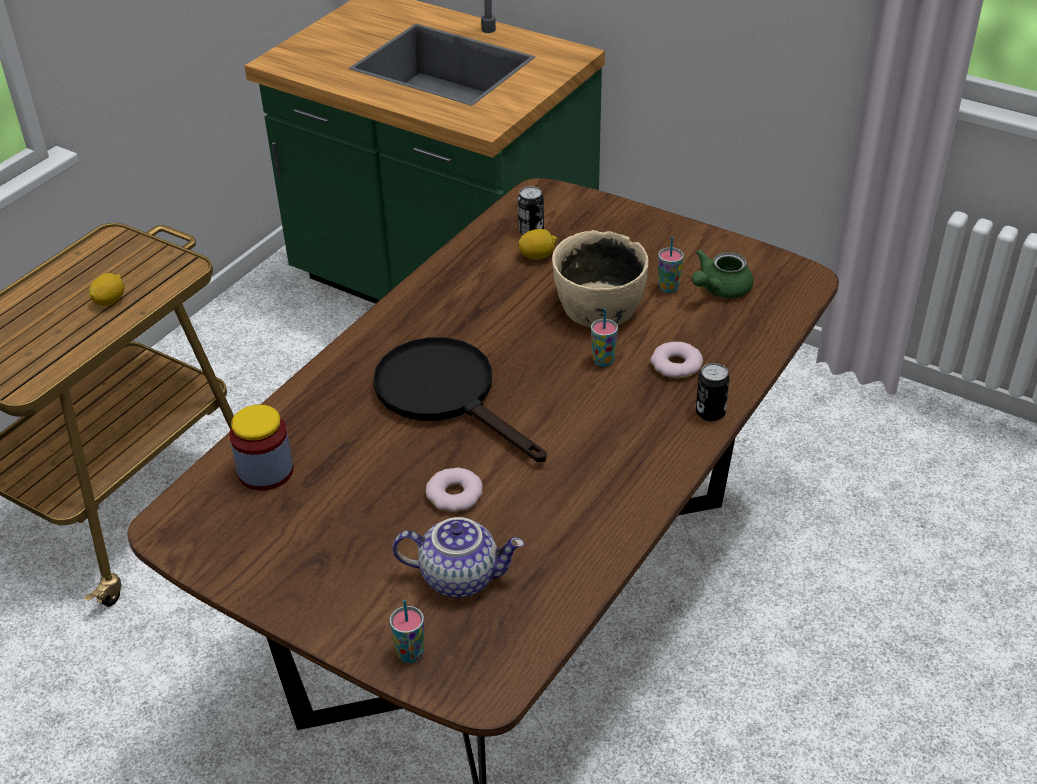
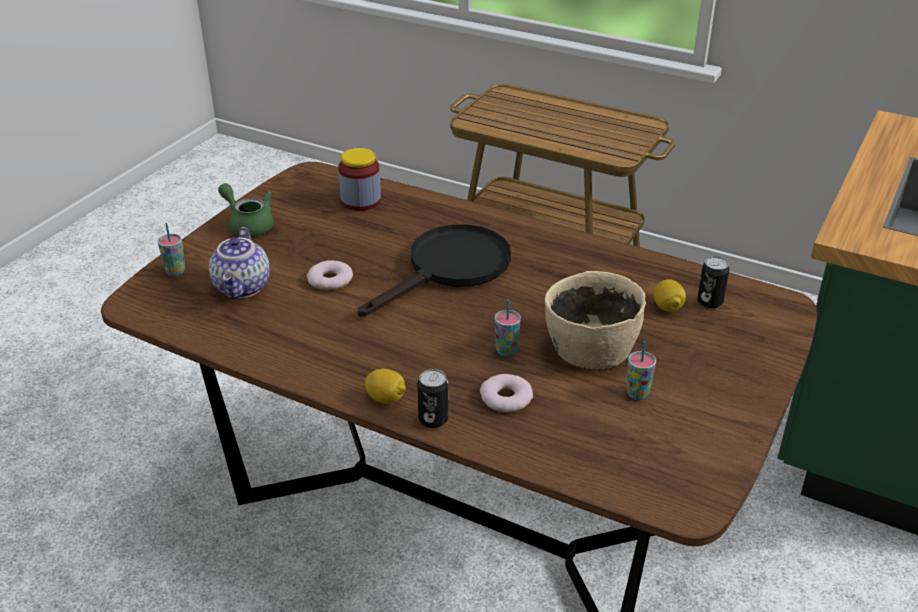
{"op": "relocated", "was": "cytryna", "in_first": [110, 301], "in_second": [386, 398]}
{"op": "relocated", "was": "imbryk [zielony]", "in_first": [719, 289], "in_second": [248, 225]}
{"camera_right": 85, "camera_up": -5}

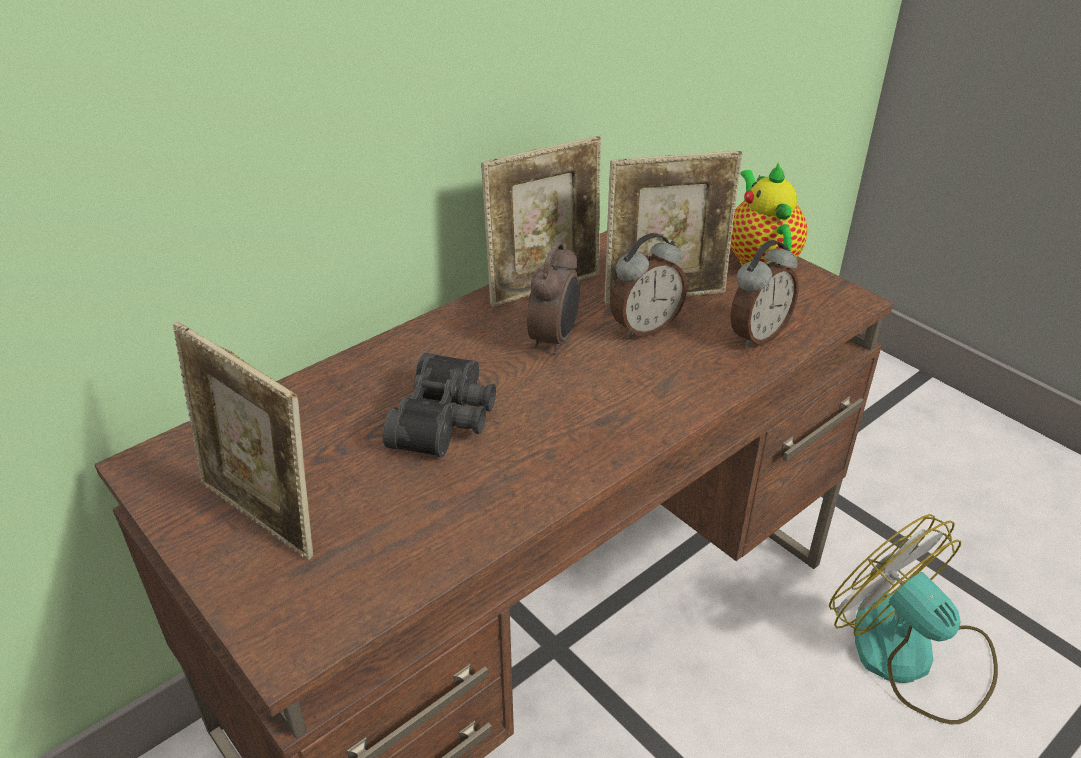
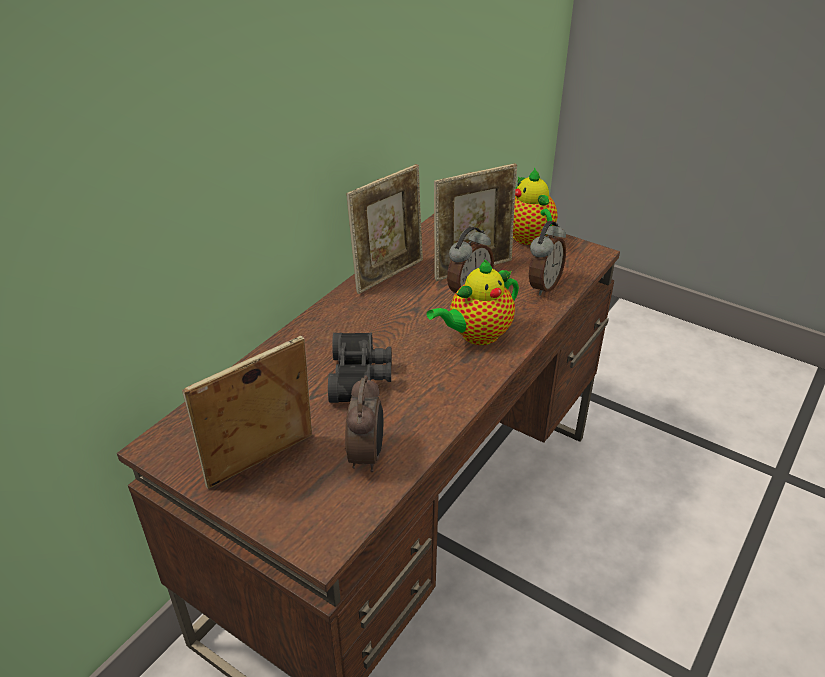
{"op": "spun", "was": "ramka na zdjęcie", "in_first": [263, 516], "in_second": [262, 464], "clockwise": 120}
{"op": "relocated", "was": "budzik", "in_first": [554, 339], "in_second": [367, 455]}
{"op": "missing", "was": "wentylator", "in_first": [910, 657]}
{"op": "appeared", "now": "imbryk", "in_second": [476, 335]}
{"camera_right": -15, "camera_up": 0}

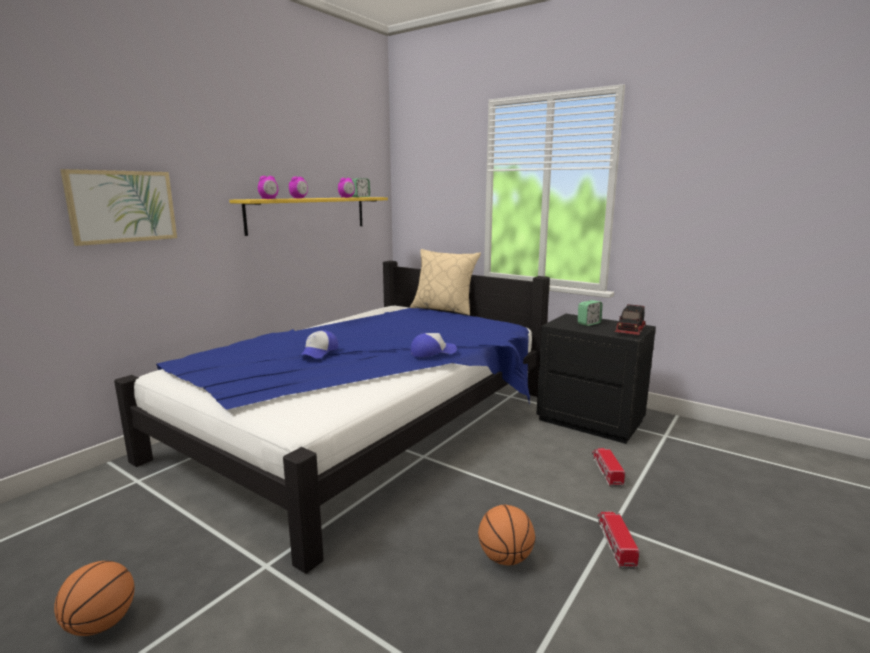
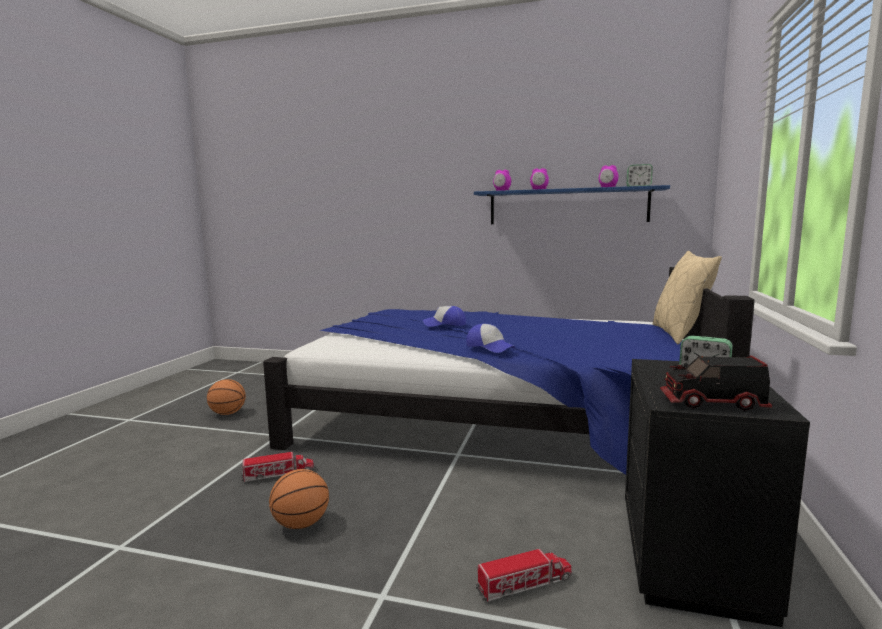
{"op": "missing", "was": "obraz", "in_first": [122, 206]}
{"op": "colour", "was": "półka [żółty]", "now": "półka [niebieski]", "in_first": [309, 214], "in_second": [567, 206]}
{"op": "relocated", "was": "ciężarówka zabawkowa", "in_first": [615, 543], "in_second": [278, 474]}
{"camera_right": 70, "camera_up": -5}

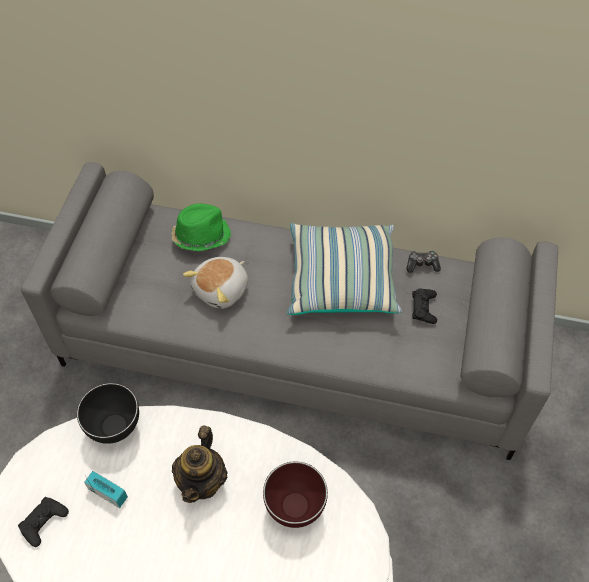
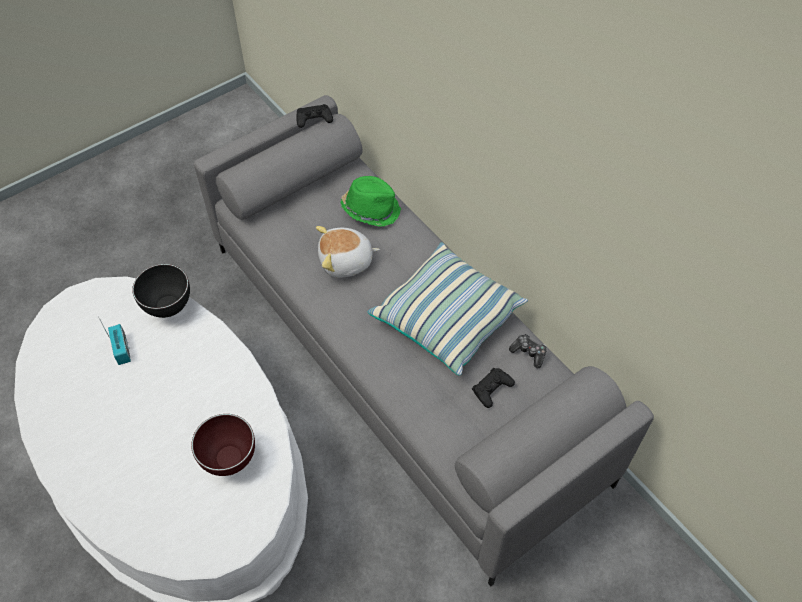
{"op": "relocated", "was": "pad do gier [czarny]", "in_first": [44, 522], "in_second": [314, 118]}
{"op": "missing", "was": "imbryk", "in_first": [203, 481]}
{"camera_right": 40, "camera_up": 0}

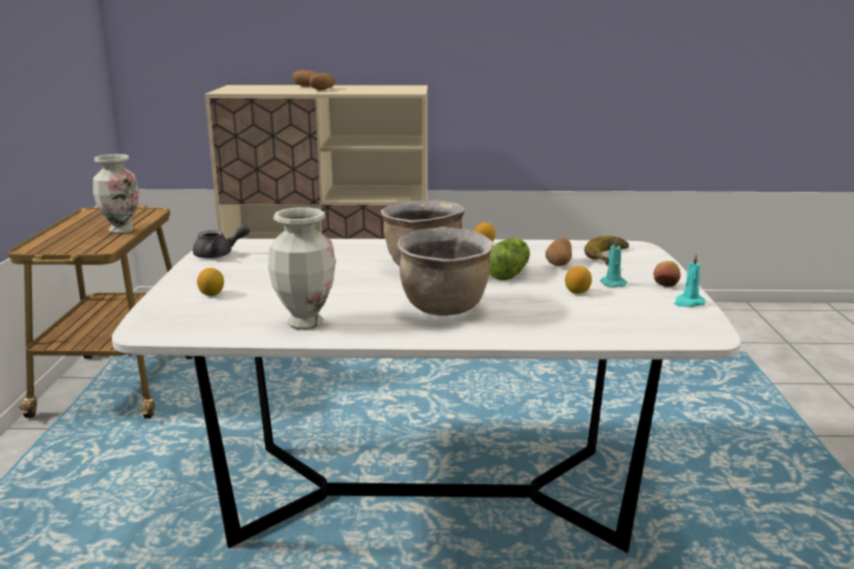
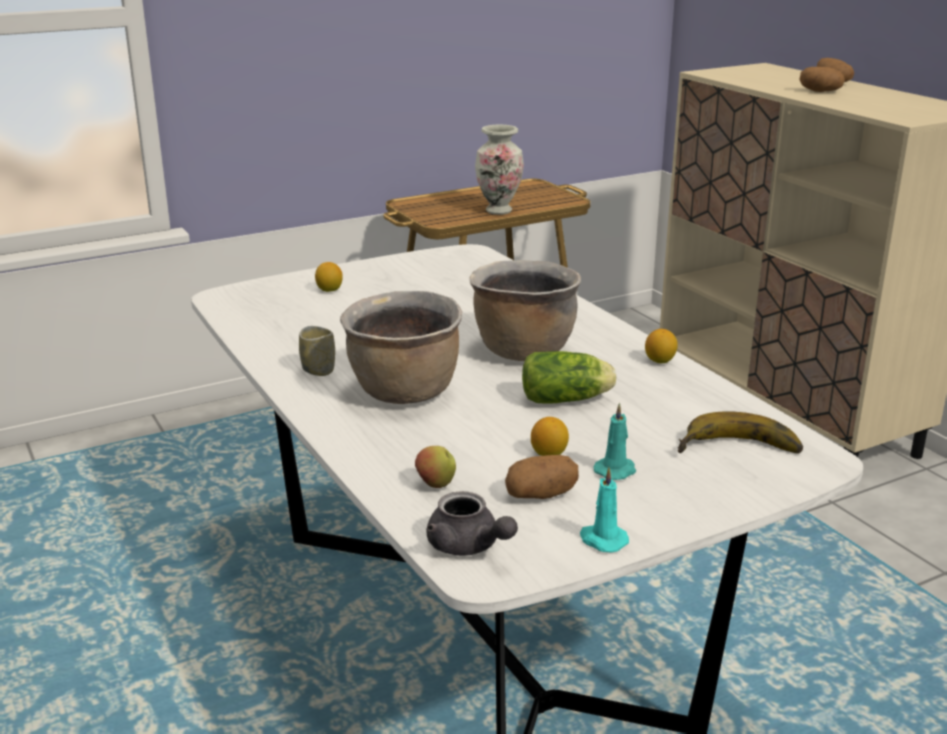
{"op": "relocated", "was": "imbryk [szary]", "in_first": [219, 255], "in_second": [468, 546]}
{"op": "missing", "was": "wazon", "in_first": [305, 323]}
{"op": "relocated", "was": "ziemniak", "in_first": [559, 264], "in_second": [541, 495]}
{"op": "relocated", "was": "jabłko", "in_first": [665, 286], "in_second": [435, 485]}
{"op": "appeared", "now": "filiżanka", "in_second": [318, 370]}
{"camera_right": 60, "camera_up": 5}

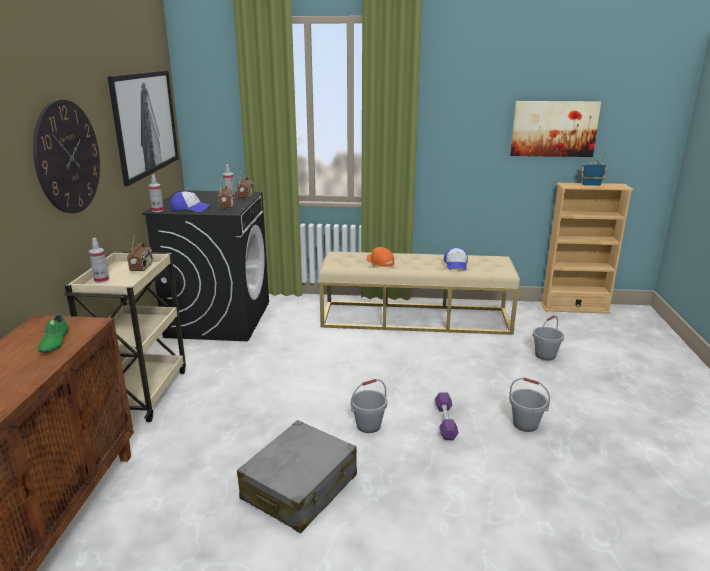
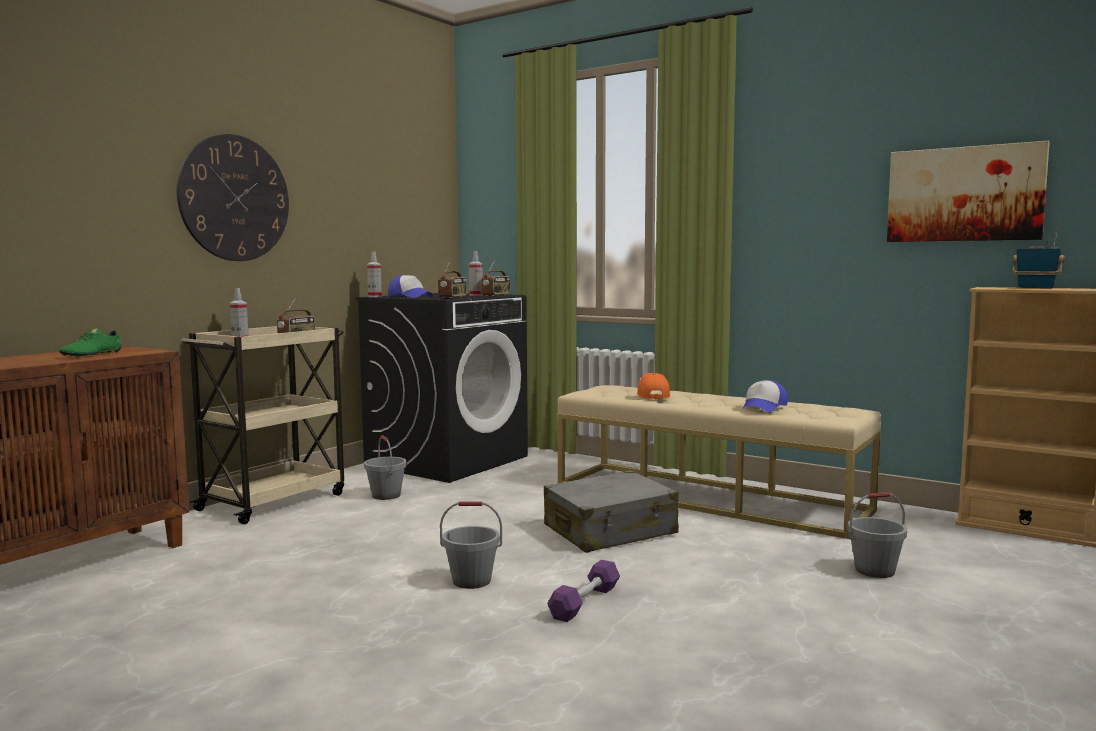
{"op": "missing", "was": "obraz", "in_first": [144, 123]}
{"op": "relocated", "was": "walizka [szary]", "in_first": [300, 488], "in_second": [610, 530]}
{"op": "relocated", "was": "wiadro [szary]", "in_first": [525, 424], "in_second": [386, 495]}
{"camera_right": 30, "camera_up": -15}

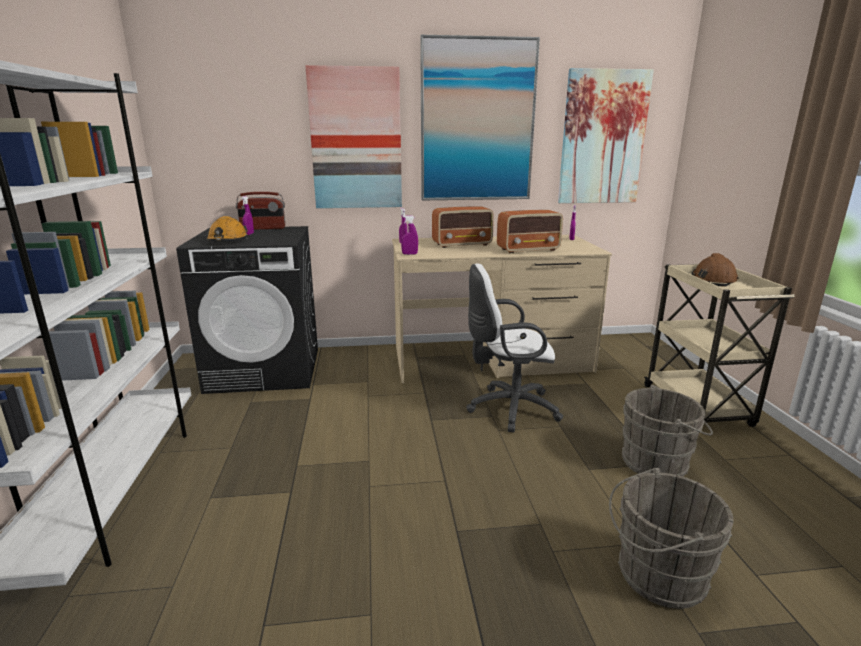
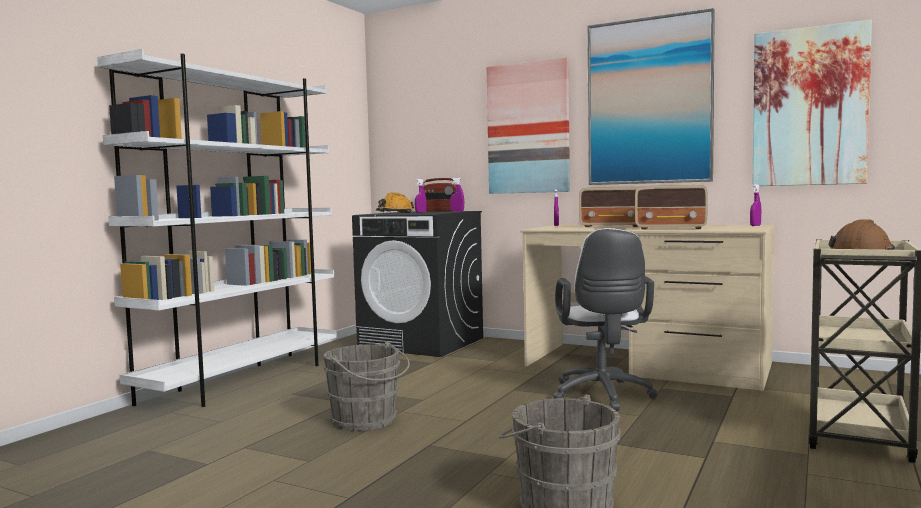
{"op": "relocated", "was": "spryskiwacz [fioletowy]", "in_first": [409, 254], "in_second": [457, 211]}
{"op": "spun", "was": "krzesło biurowe [biały]", "in_first": [508, 409], "in_second": [602, 396], "clockwise": -120}
{"op": "relocated", "was": "wiadro [szary]", "in_first": [658, 463], "in_second": [367, 421]}
{"camera_right": 35, "camera_up": -15}

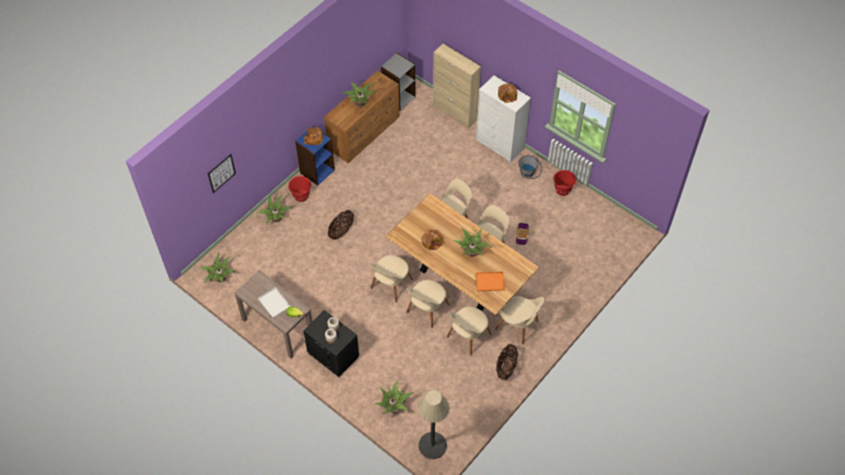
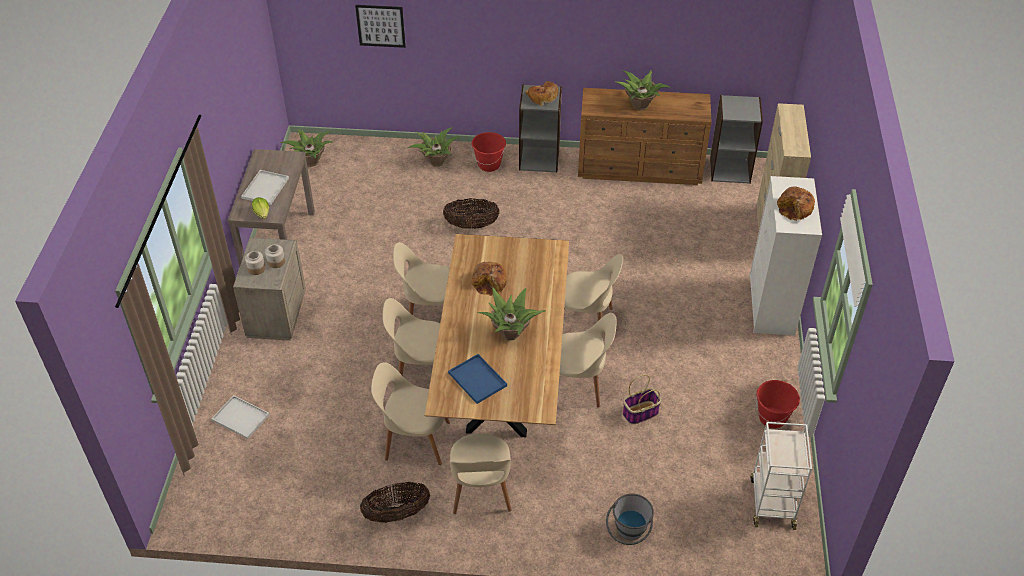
{"op": "colour", "was": "regał [niebieski]", "now": "regał [szary]", "in_first": [317, 171], "in_second": [539, 158]}
{"op": "colour", "was": "szafka nocna [czarny]", "now": "szafka nocna [beżowy]", "in_first": [332, 355], "in_second": [275, 315]}
{"op": "exchanged", "was": "roślina doniczkowa", "now": "taca [biały]", "in_first": [394, 406], "in_second": [239, 417]}
{"op": "missing", "was": "lampa stojąca", "in_first": [432, 445]}
{"op": "colour", "was": "taca [pomarańczowy]", "now": "taca [niebieski]", "in_first": [490, 281], "in_second": [478, 380]}
{"op": "relocated", "was": "wiadro [szary]", "in_first": [528, 175], "in_second": [628, 534]}
{"op": "appeared", "now": "wózek [biały]", "in_second": [772, 502]}
{"camera_right": 55, "camera_up": -10}

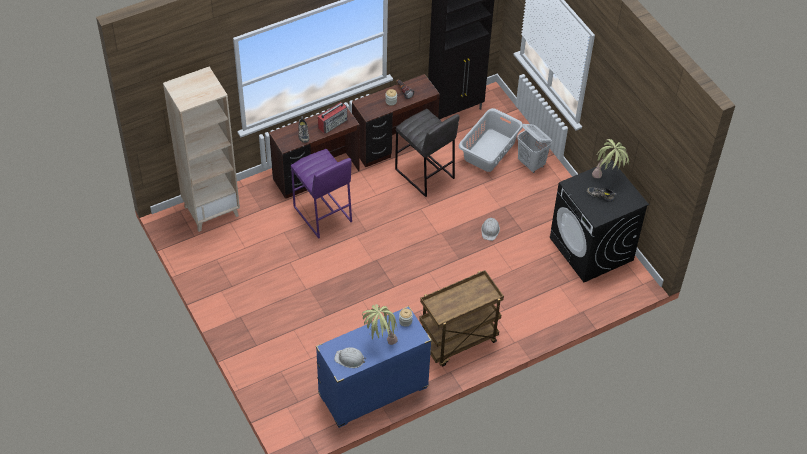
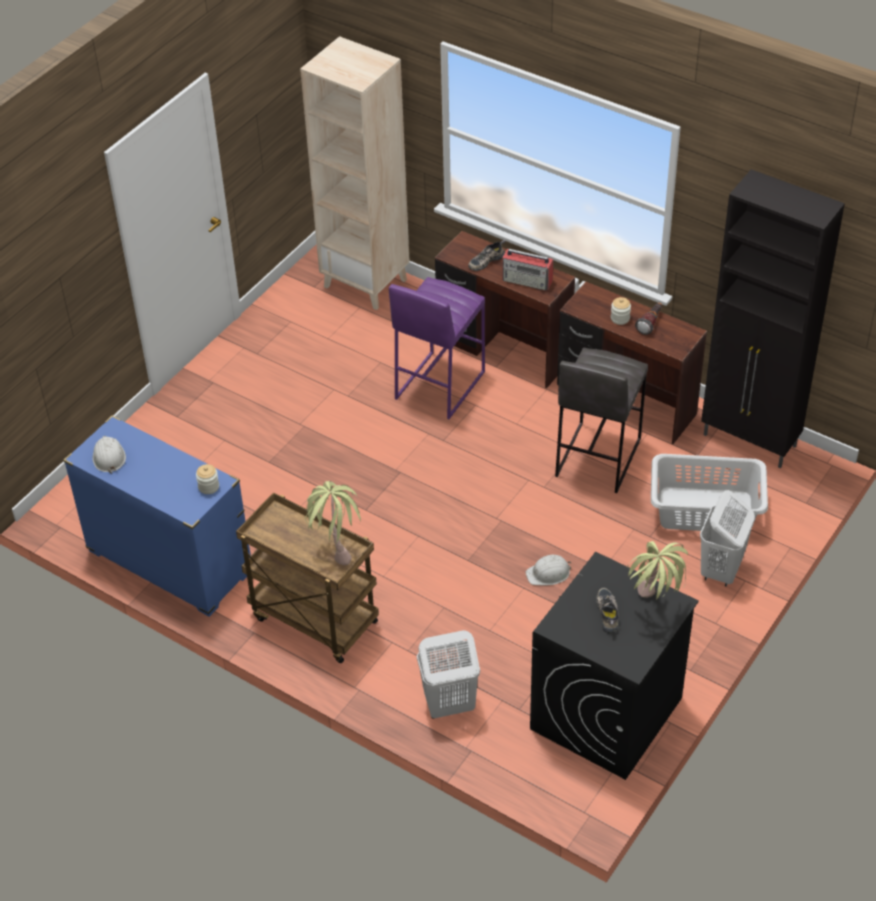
{"op": "relocated", "was": "roślina doniczkowa", "in_first": [379, 341], "in_second": [335, 548]}
{"op": "appeared", "now": "kosz na pranie [biały]", "in_second": [448, 705]}
{"camera_right": 65, "camera_up": -5}

